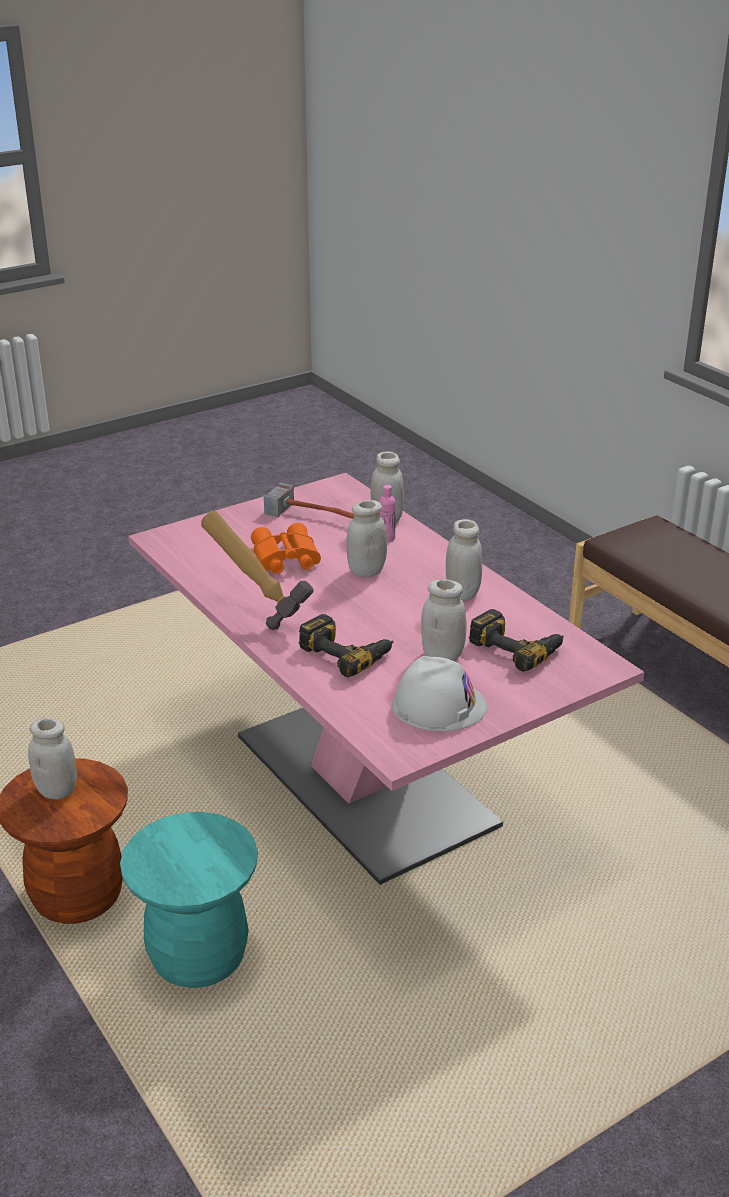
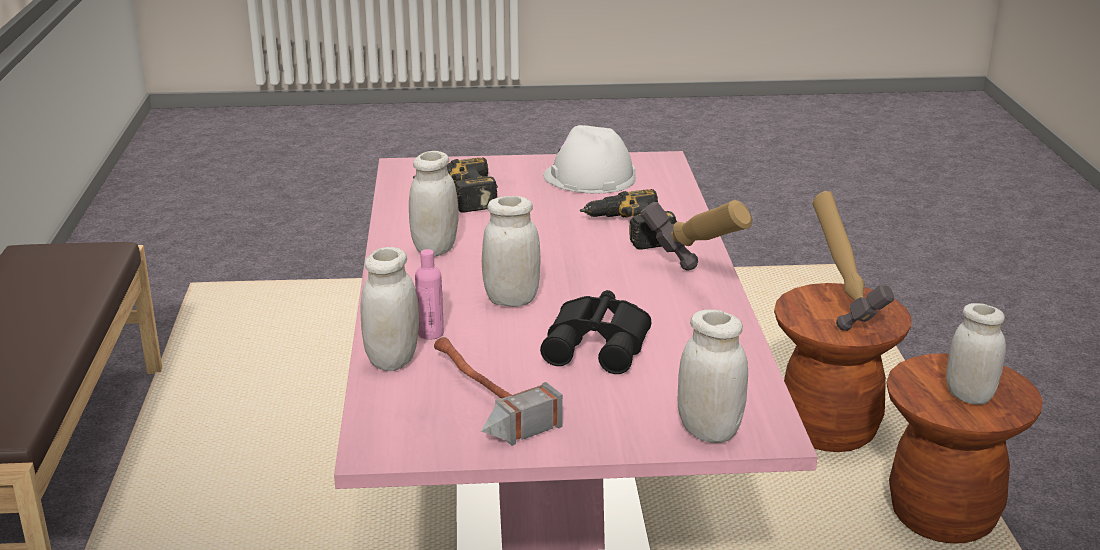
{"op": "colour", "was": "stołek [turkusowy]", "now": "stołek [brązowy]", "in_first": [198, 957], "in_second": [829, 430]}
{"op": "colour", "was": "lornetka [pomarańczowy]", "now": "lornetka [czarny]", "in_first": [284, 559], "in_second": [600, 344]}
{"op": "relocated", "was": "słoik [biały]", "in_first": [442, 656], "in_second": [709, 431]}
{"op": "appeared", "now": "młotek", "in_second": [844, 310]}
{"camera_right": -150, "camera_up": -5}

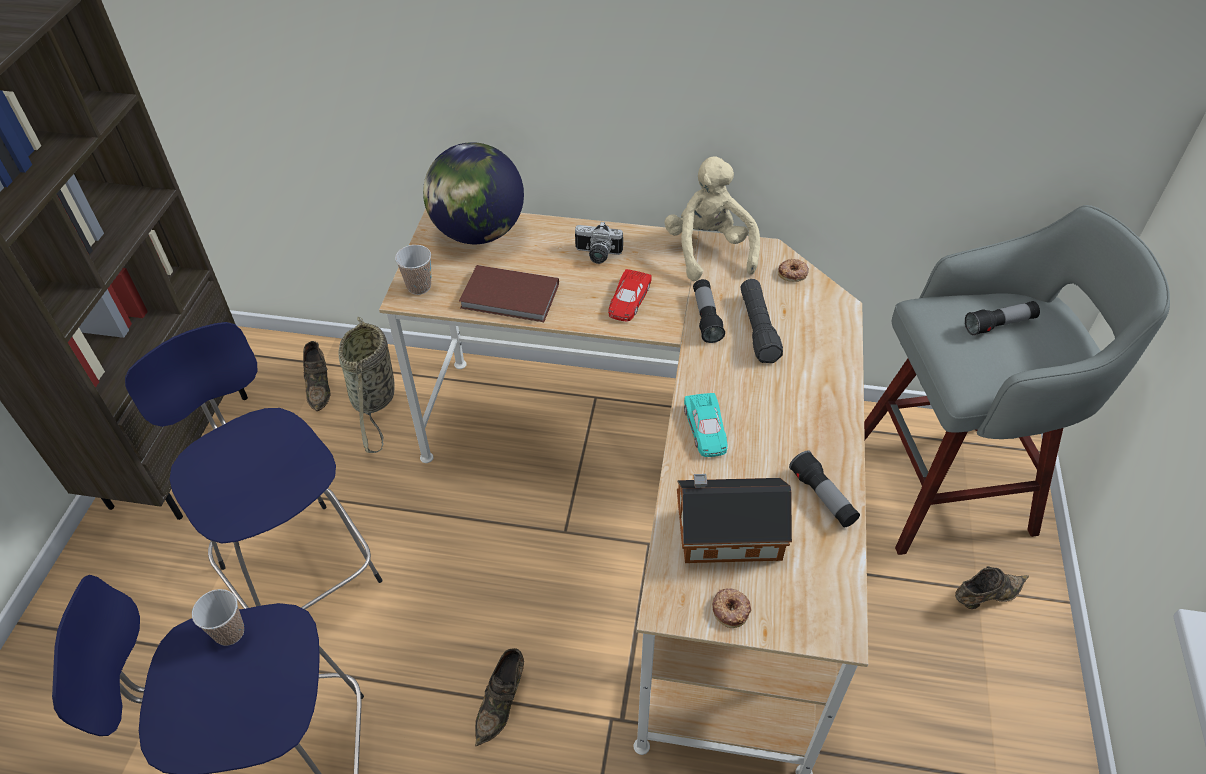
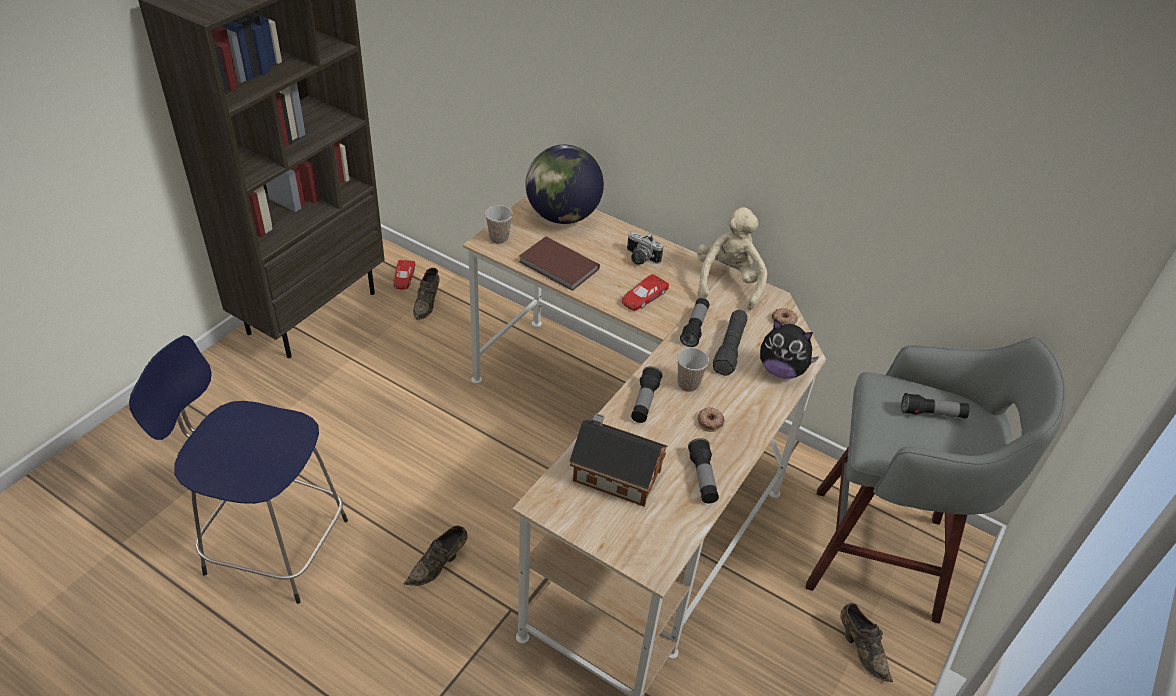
{"op": "missing", "was": "stołek [niebieski]", "in_first": [298, 569]}
{"op": "relocated", "was": "filiżanka", "in_first": [229, 632], "in_second": [688, 384]}
{"op": "missing", "was": "koszyk", "in_first": [374, 401]}
{"op": "exchanged", "was": "samochodzik [turkusowy]", "now": "latarka", "in_first": [705, 429], "in_second": [644, 402]}
{"op": "relocated", "was": "donut", "in_first": [731, 609], "in_second": [710, 421]}
{"op": "spun", "was": "but [brązowy]", "in_first": [984, 596], "in_second": [861, 649], "clockwise": 60}
{"op": "appeared", "now": "samochodzik [czerwony]", "in_second": [403, 277]}
{"op": "appeared", "now": "pluszak", "in_second": [781, 370]}
{"camera_right": 20, "camera_up": -5}

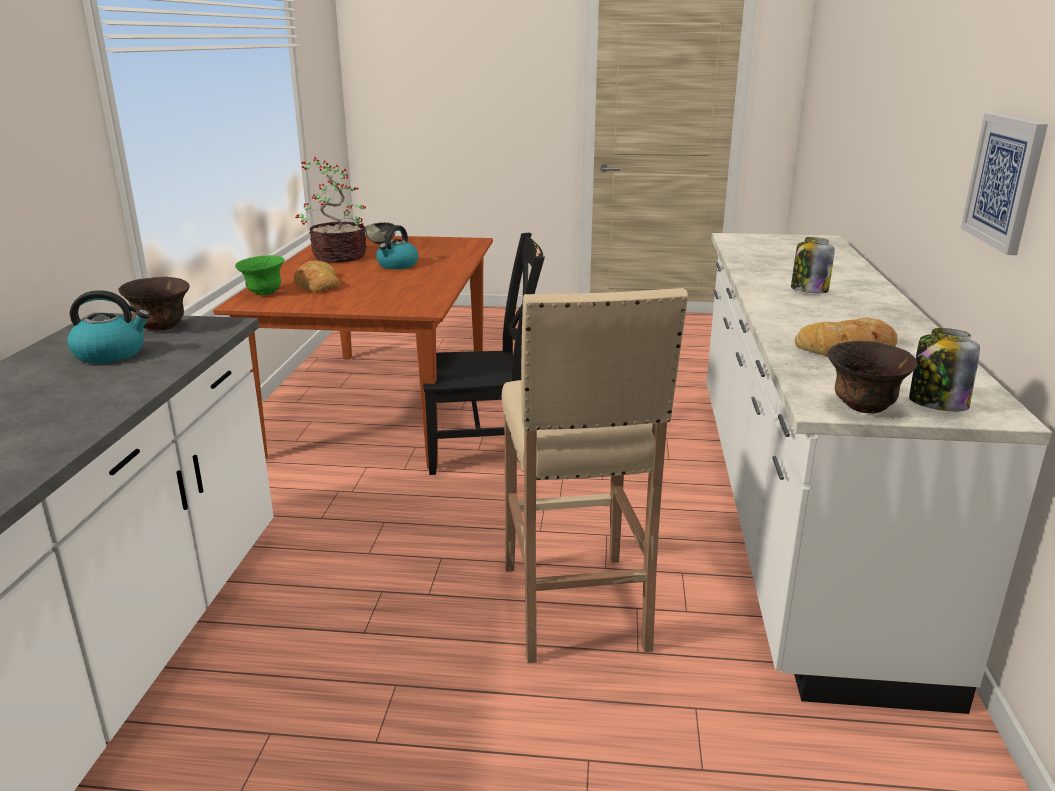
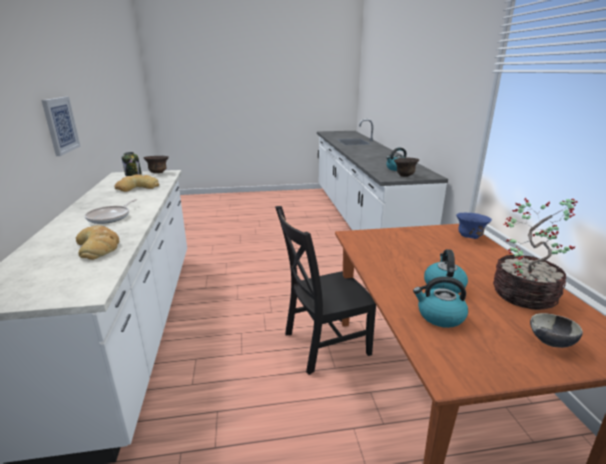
{"op": "colour", "was": "miska [zielony]", "now": "miska [niebieski]", "in_first": [264, 293], "in_second": [469, 237]}
{"op": "relocated", "was": "chleb", "in_first": [317, 284], "in_second": [98, 246]}
{"op": "missing", "was": "stołek [beżowy]", "in_first": [575, 609]}
{"op": "exchanged", "was": "słoik", "now": "patelnia", "in_first": [808, 290], "in_second": [110, 217]}
{"op": "appeared", "now": "czajnik", "in_second": [439, 316]}
{"camera_right": 165, "camera_up": 0}

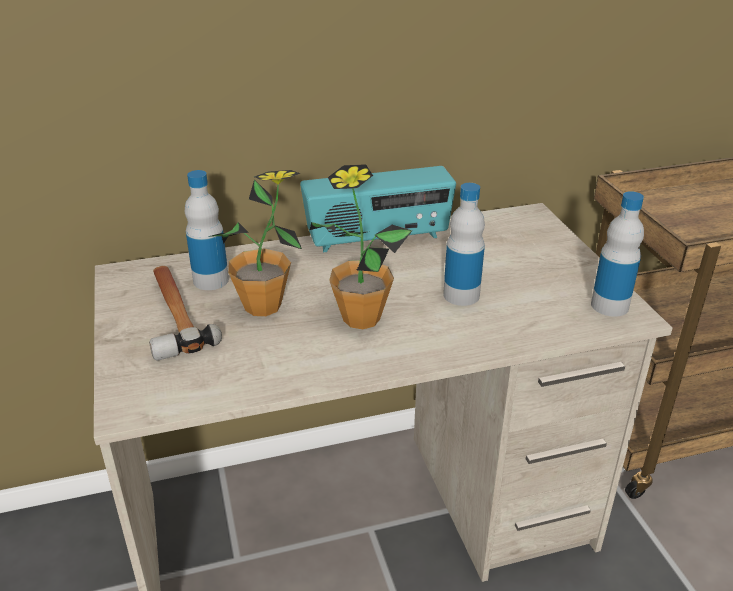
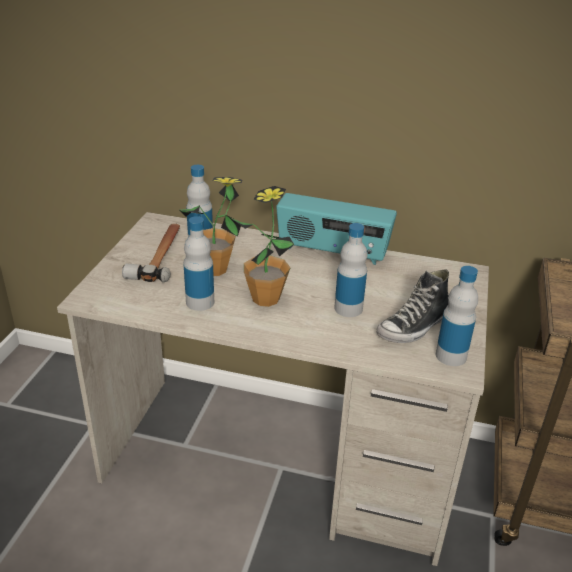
{"op": "appeared", "now": "butelka", "in_second": [200, 302]}
{"op": "appeared", "now": "but", "in_second": [413, 327]}
{"camera_right": 30, "camera_up": 0}

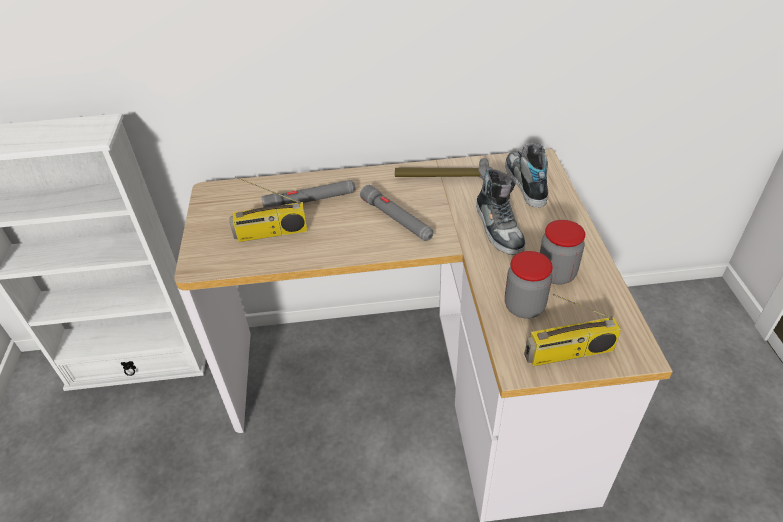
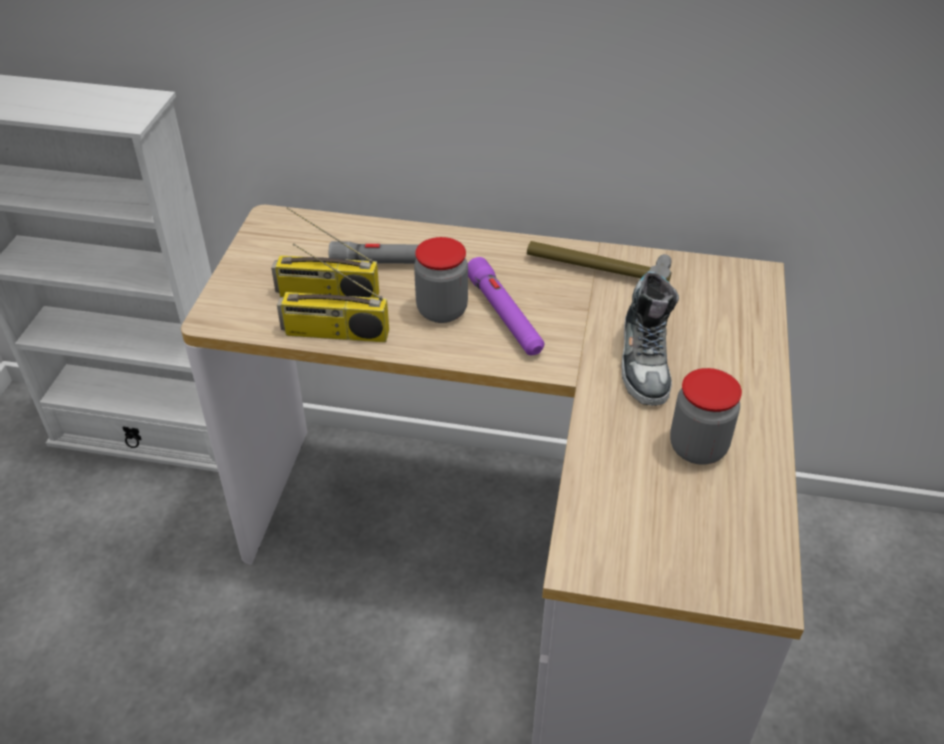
{"op": "colour", "was": "latarka [szary]", "now": "latarka [fioletowy]", "in_first": [396, 219], "in_second": [504, 315]}
{"op": "missing", "was": "but", "in_first": [525, 183]}
{"op": "relocated", "was": "słoik", "in_first": [524, 306], "in_second": [442, 310]}
{"op": "relocated", "was": "radio", "in_first": [568, 353], "in_second": [334, 333]}
{"camera_right": 15, "camera_up": 0}

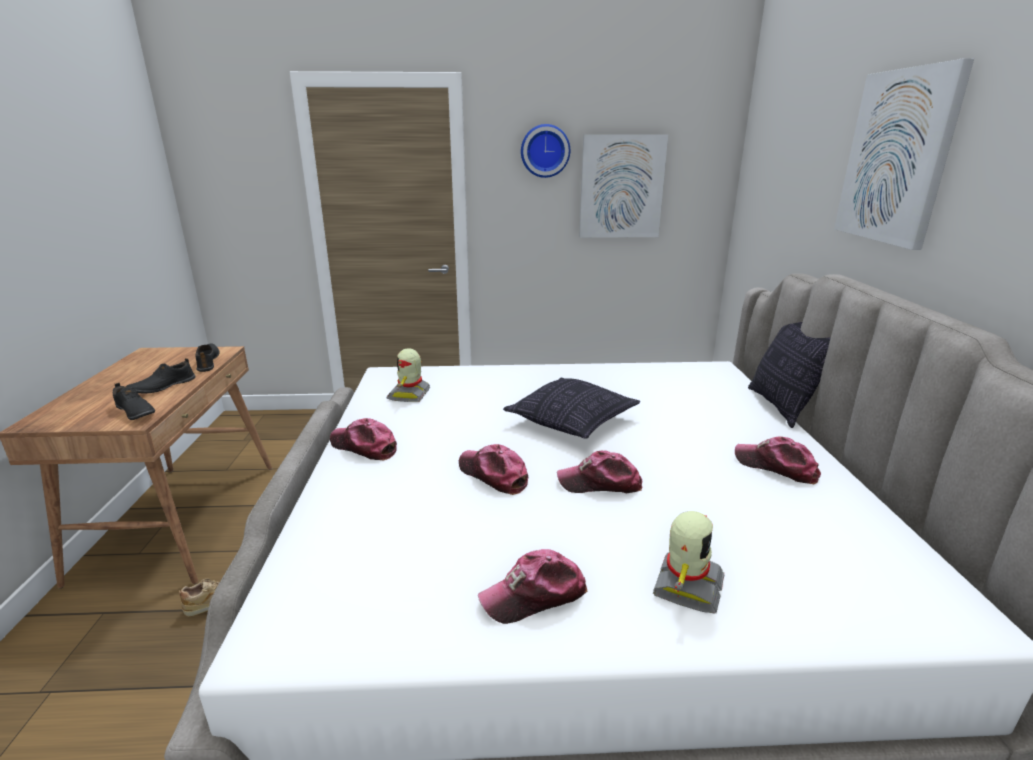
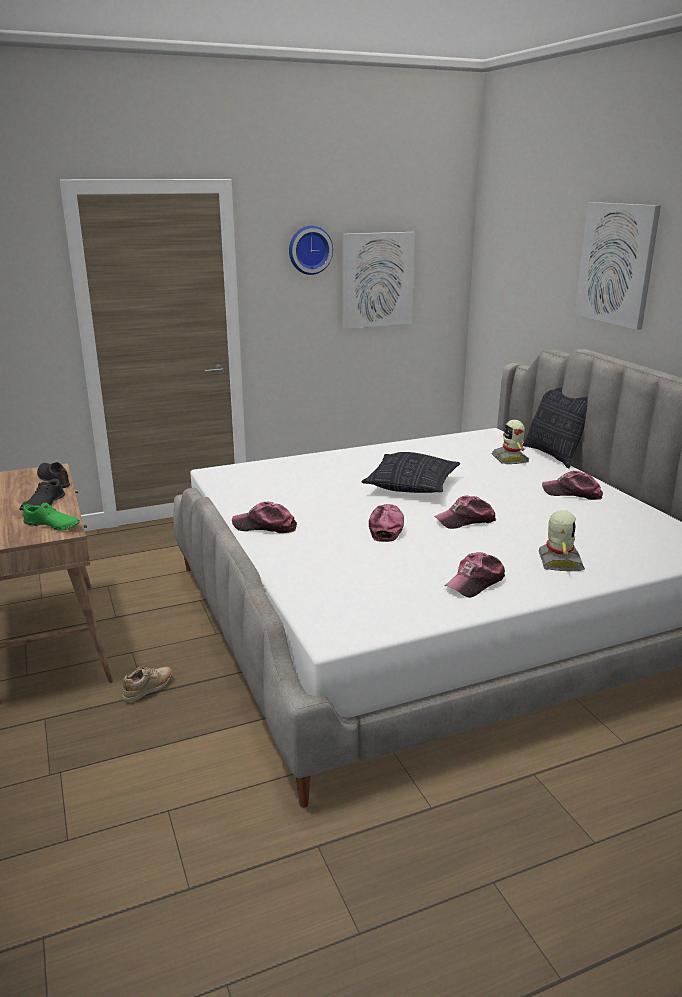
{"op": "colour", "was": "but [czarny]", "now": "but [zielony]", "in_first": [134, 412], "in_second": [52, 525]}
{"op": "relocated", "was": "robot zabawkowy", "in_first": [410, 394], "in_second": [510, 459]}
{"op": "spun", "was": "czapka z daszkiem", "in_first": [493, 475], "in_second": [386, 528], "clockwise": 75}
{"camera_right": -20, "camera_up": 0}

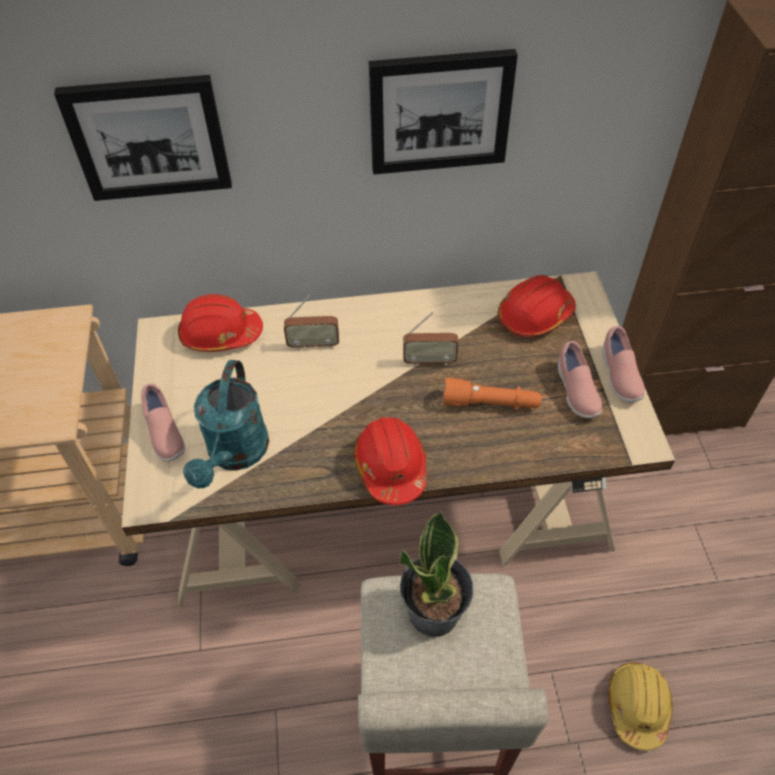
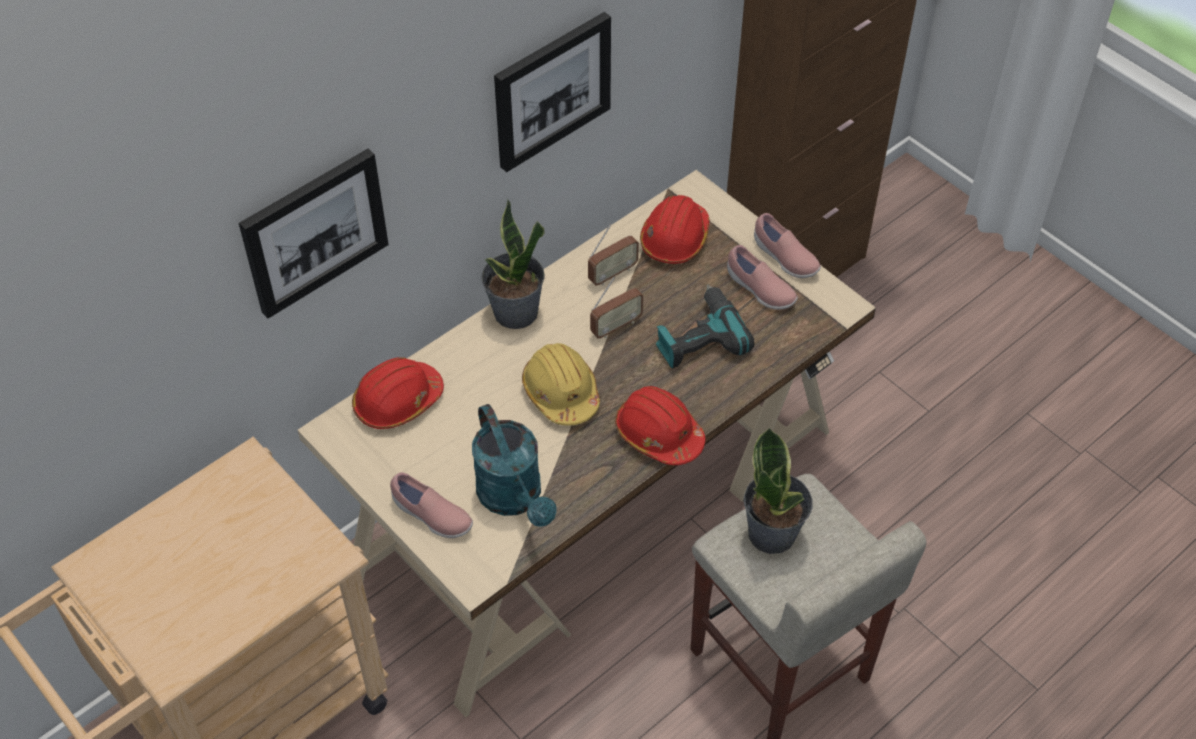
{"op": "relocated", "was": "radio", "in_first": [313, 344], "in_second": [612, 274]}
{"op": "exchanged", "was": "latarka [pomarańczowy]", "now": "wiertarka", "in_first": [490, 404], "in_second": [698, 337]}
{"op": "relocated", "was": "kask [żółty]", "in_first": [637, 706], "in_second": [561, 393]}
{"op": "appeared", "now": "roślina doniczkowa", "in_second": [515, 312]}
{"camera_right": -35, "camera_up": 0}

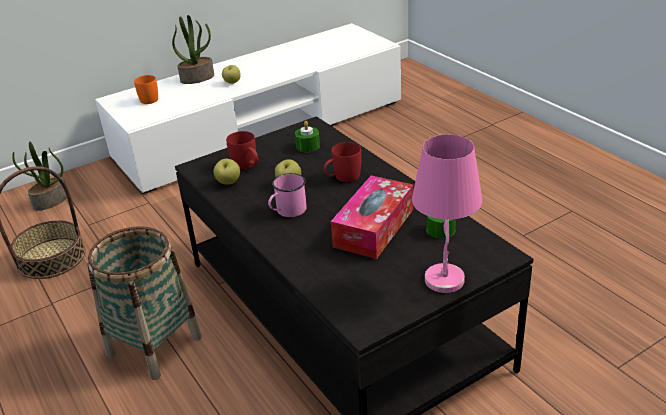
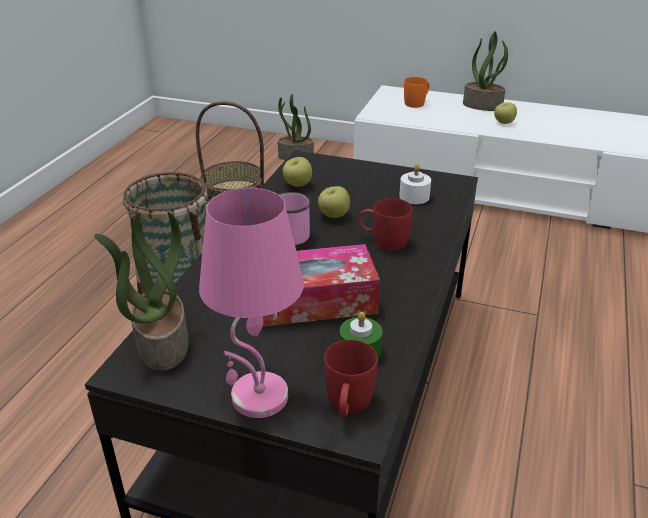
{"op": "relocated", "was": "kubek [czerwony]", "in_first": [247, 165], "in_second": [348, 405]}
{"op": "colour", "was": "świeca [zielony]", "now": "świeca [biały]", "in_first": [308, 146], "in_second": [414, 196]}
{"op": "appeared", "now": "roślina doniczkowa", "in_second": [161, 343]}
{"camera_right": 50, "camera_up": 0}

